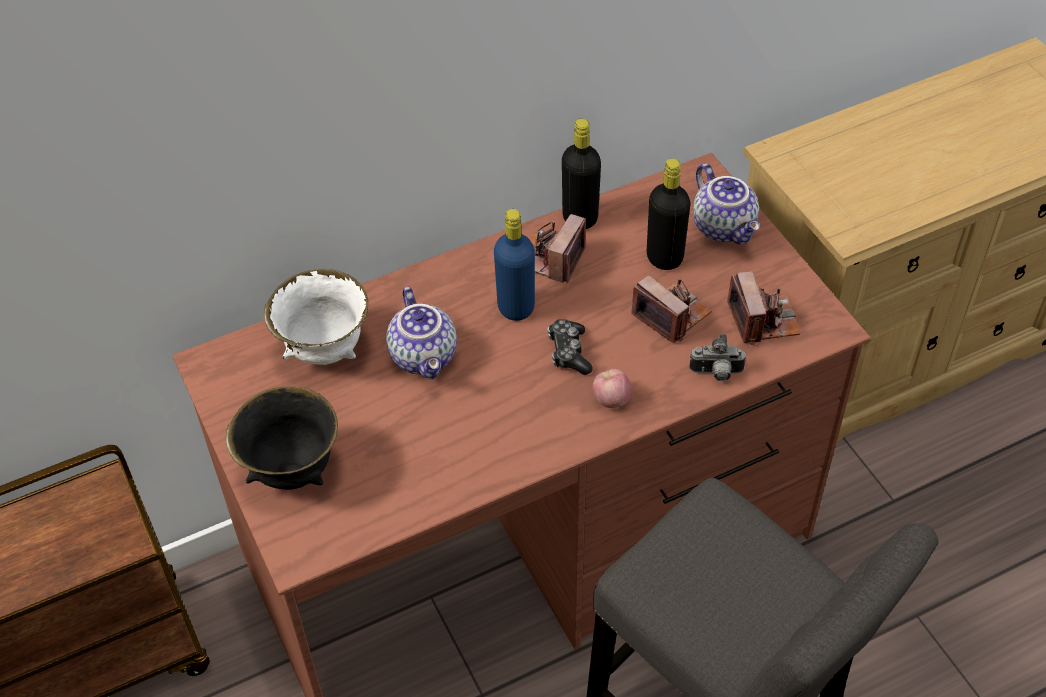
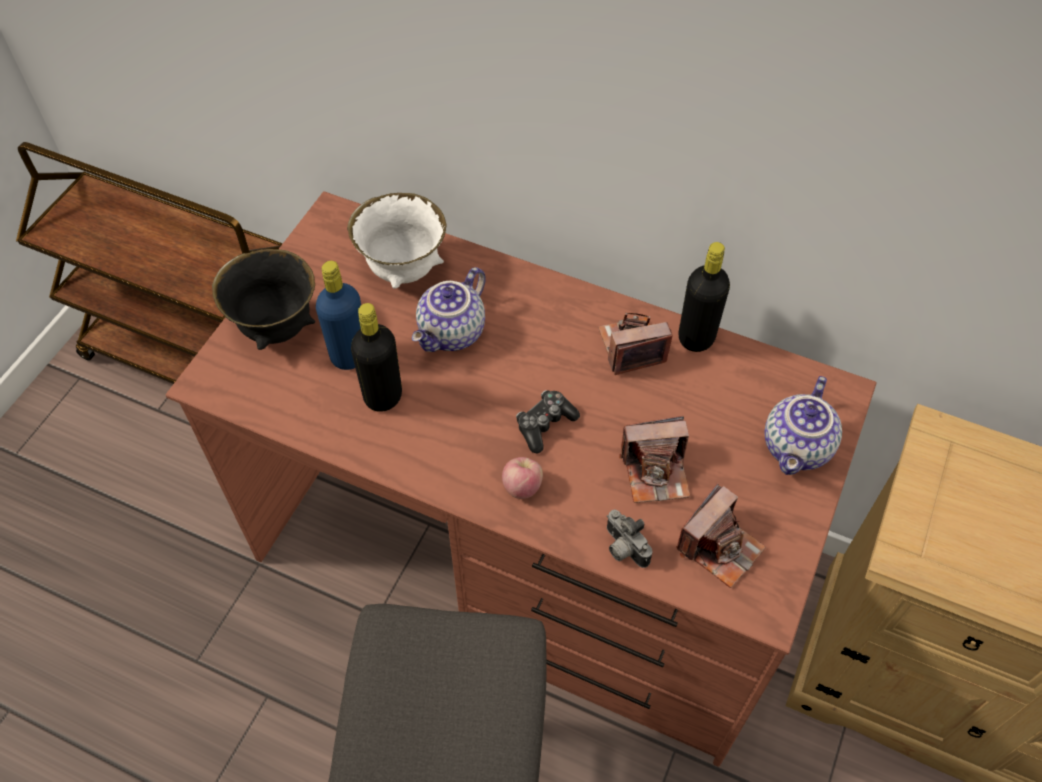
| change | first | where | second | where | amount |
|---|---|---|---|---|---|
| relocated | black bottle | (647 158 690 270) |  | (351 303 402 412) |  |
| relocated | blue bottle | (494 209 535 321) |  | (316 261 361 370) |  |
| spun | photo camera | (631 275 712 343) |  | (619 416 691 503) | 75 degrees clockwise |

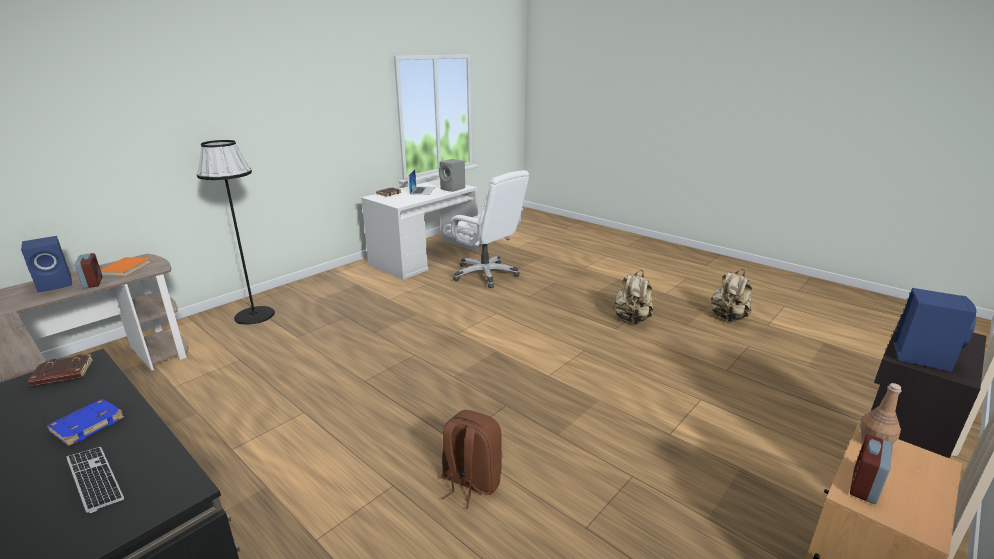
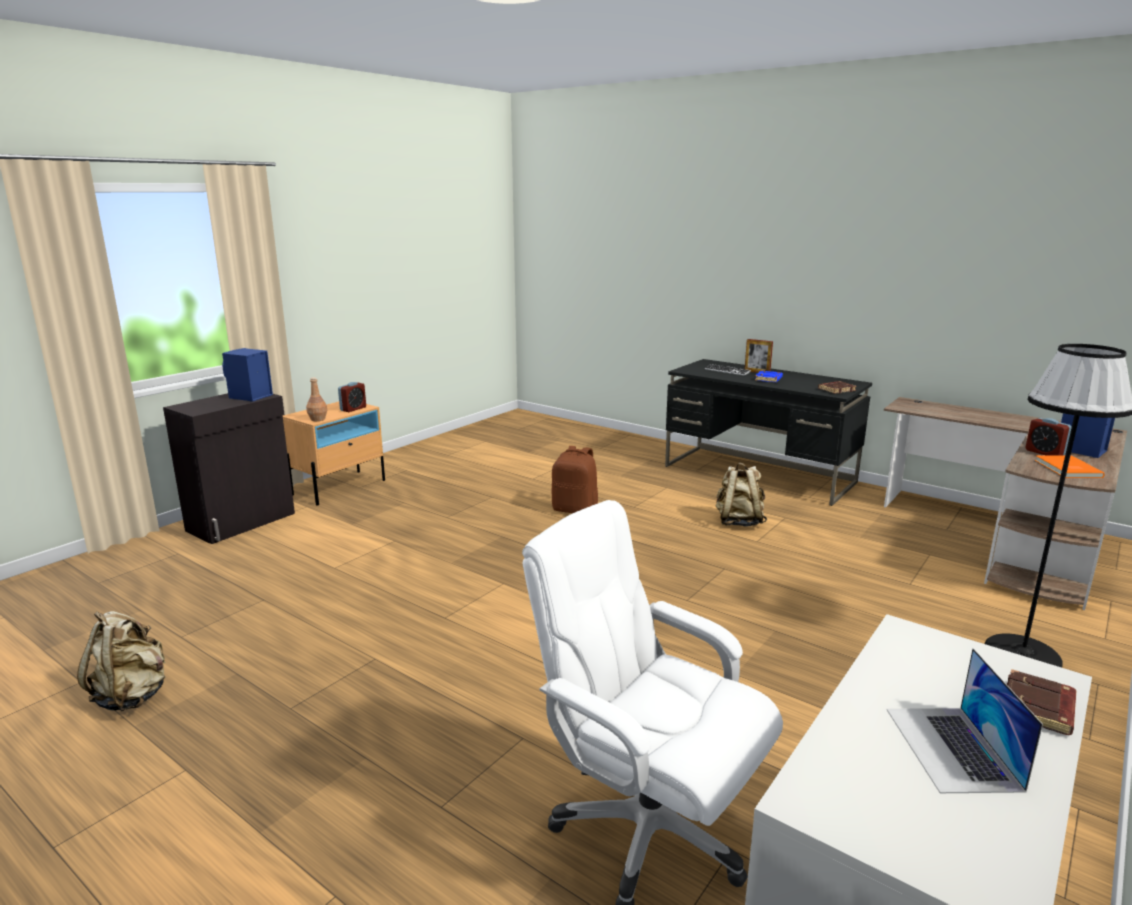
| change | first | where | second | where | amount |
|---|---|---|---|---|---|
| missing | grey speaker | (439 159 465 192) |  |  |  |
| relocated | beige backpack | (613 270 653 324) |  | (715 462 767 527) |  |
| appeared |  |  | picture frame | (745 339 773 373) |  |

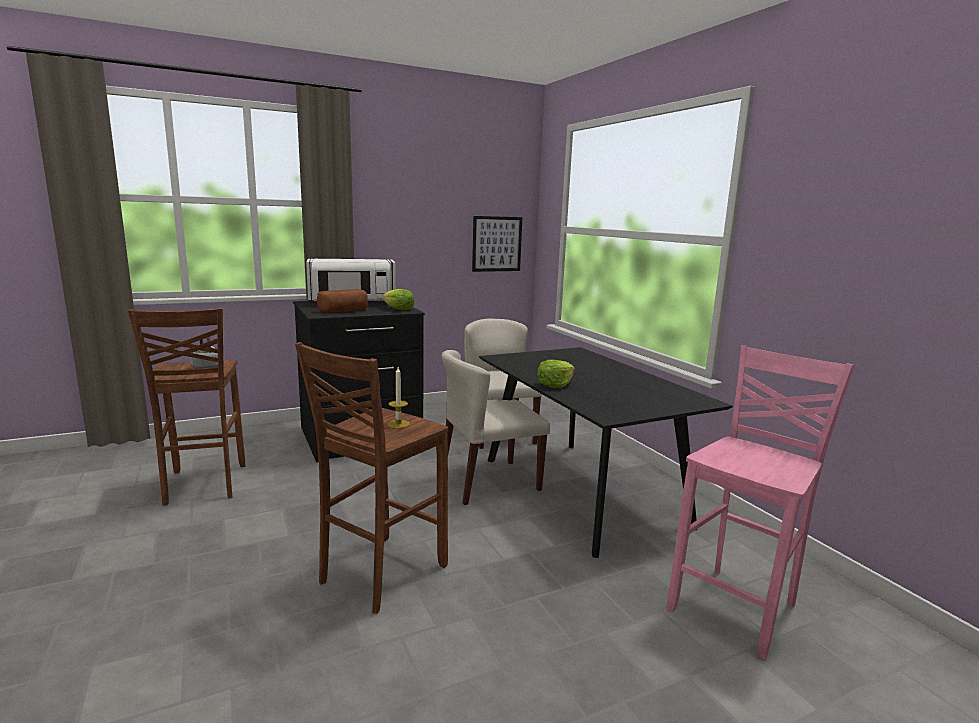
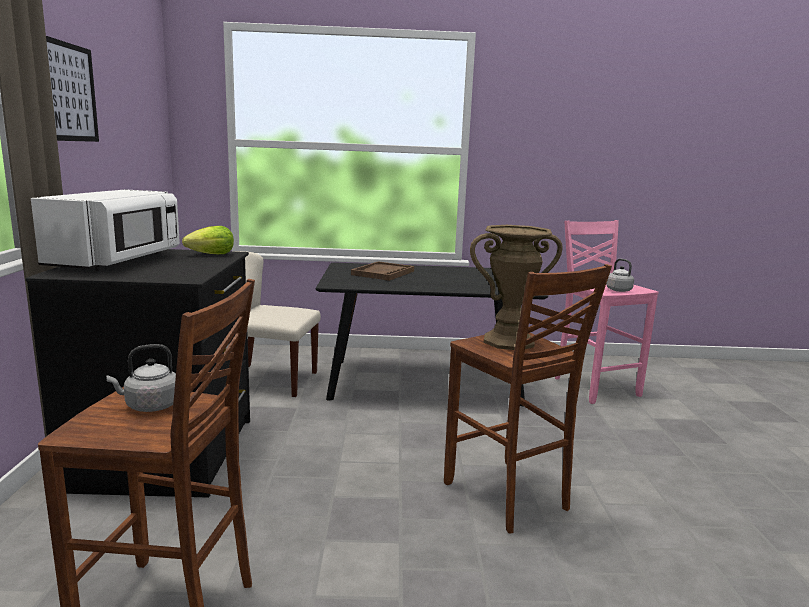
| change | first | where | second | where | amount |
|---|---|---|---|---|---|
| relocated | picture | (472 216 522 272) |  | (46 36 99 142) |  |
| missing | bread | (317 289 368 312) |  |  |  |
| missing | beige chair | (442 350 550 505) |  |  |  |
| missing | lettuce | (537 360 575 388) |  |  |  |
| exchanged | candle | (387 367 410 428) | brown vase | (470 225 563 350) |  |
| appeared |  |  | grey kettle | (606 259 634 292) |  |
| appeared |  |  | brown tray | (351 261 414 281) |  |

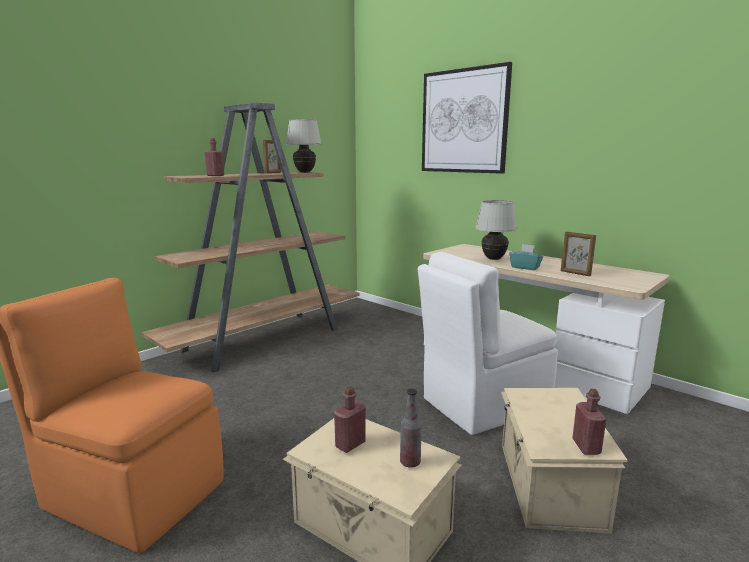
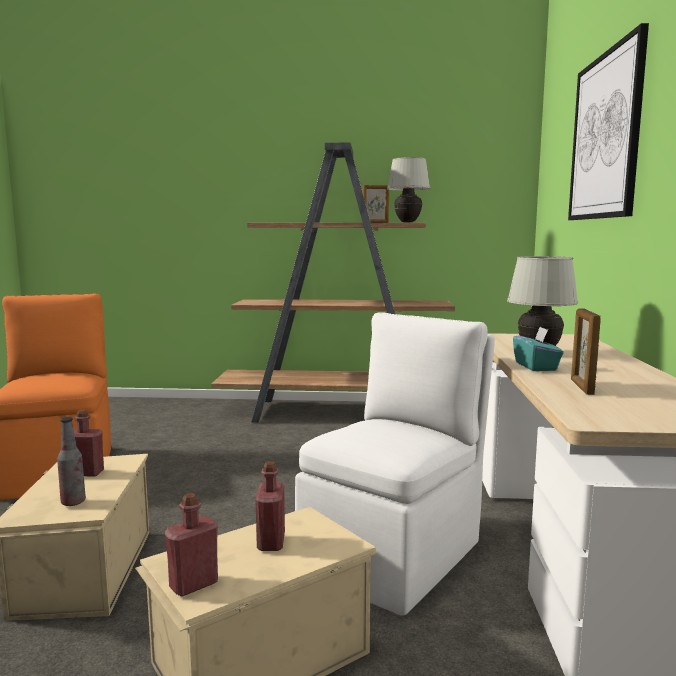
| change | first | where | second | where | amount |
|---|---|---|---|---|---|
| relocated | red bottle | (205 138 224 176) |  | (255 461 285 551) |  |
| spun | white chair | (418 252 558 435) |  | (295 312 495 616) | 105 degrees clockwise |

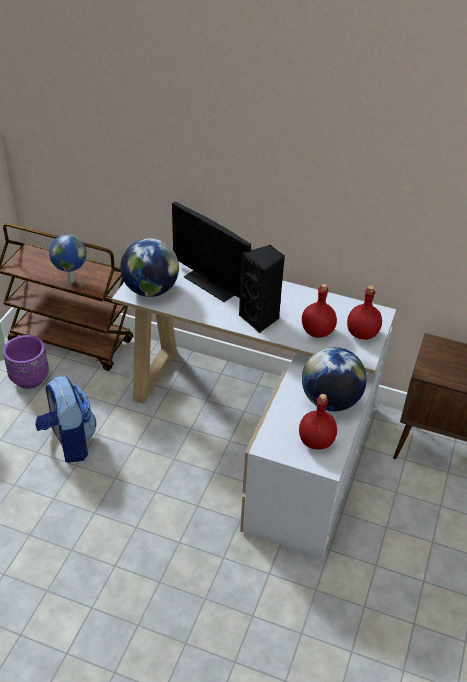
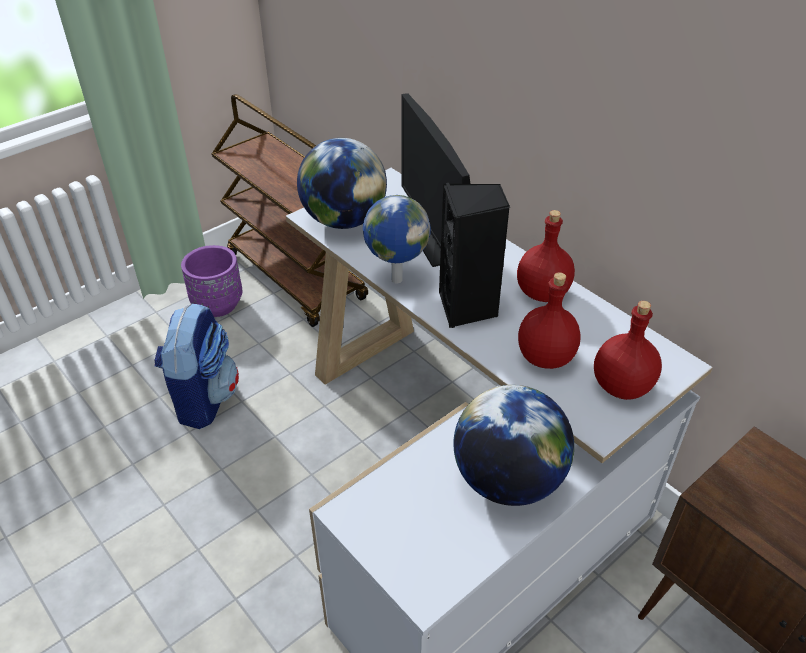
| change | first | where | second | where | amount |
|---|---|---|---|---|---|
| relocated | globe | (49 234 87 283) |  | (363 195 431 283) |  |
| relocated | red bottle | (299 394 337 450) |  | (517 210 575 302) |  |

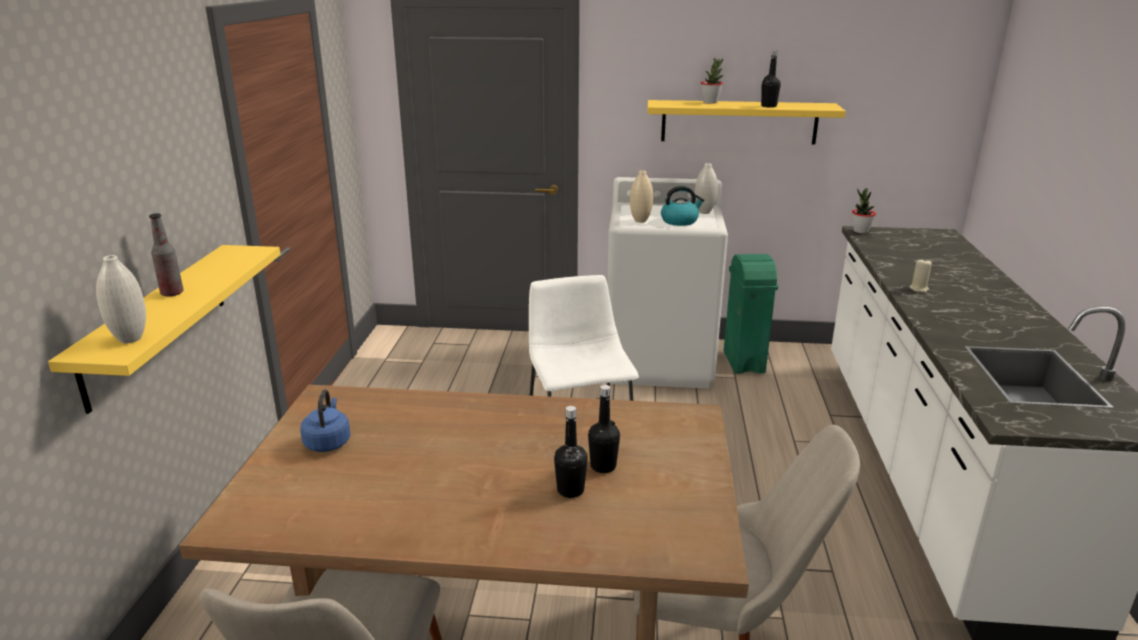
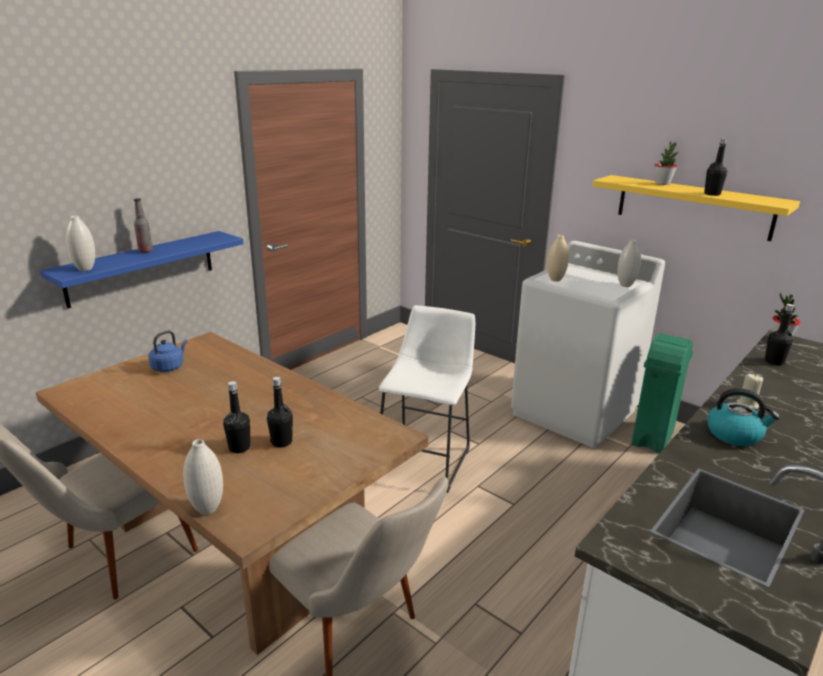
| change | first | where | second | where | amount |
|---|---|---|---|---|---|
| relocated | kettle | (661 186 705 226) |  | (707 388 780 446) |  |
| colour | yellow shelf | (48 245 281 414) | blue shelf | (40 231 243 309) |  |
| appeared |  |  | black bottle | (765 304 794 366) |  |
| appeared |  |  | white vase | (183 439 223 515) |  |

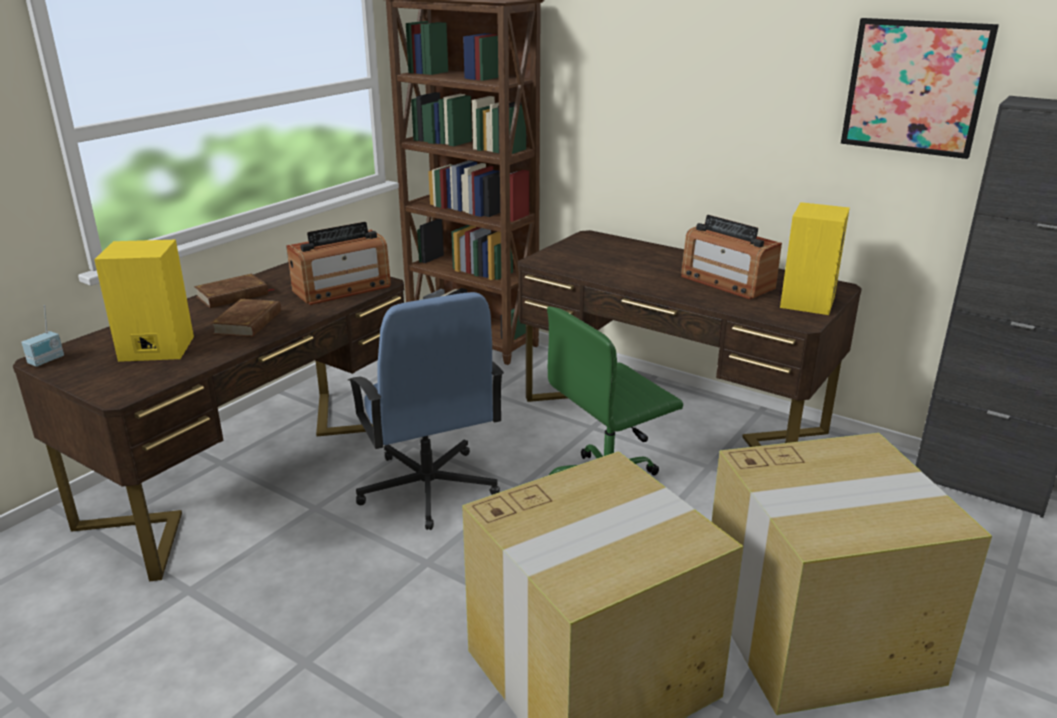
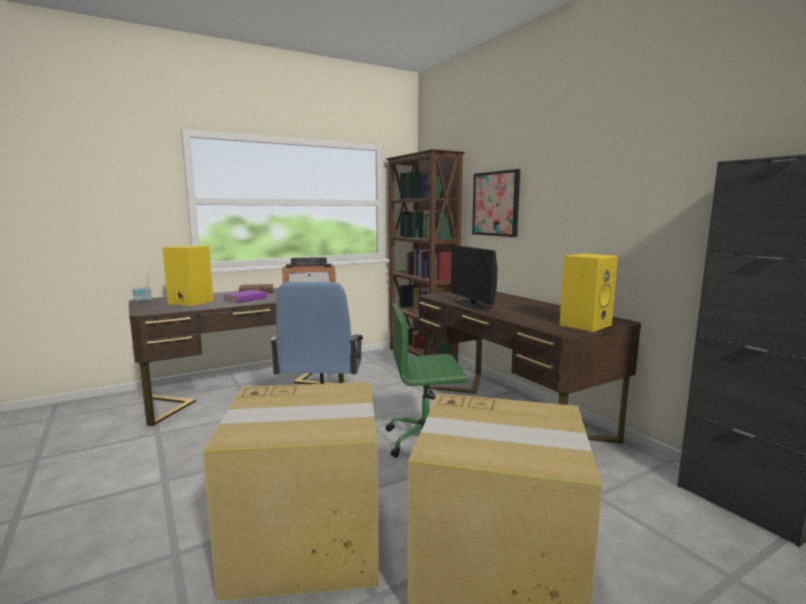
| change | first | where | second | where | amount |
|---|---|---|---|---|---|
| relocated | picture | (841 18 999 159) |  | (472 169 520 237) |  |
| missing | radio | (681 215 782 299) |  |  |  |
| colour | brown book | (210 299 281 337) | purple book | (222 290 267 303) |  |
| appeared |  |  | monitor | (451 245 497 310) |  |

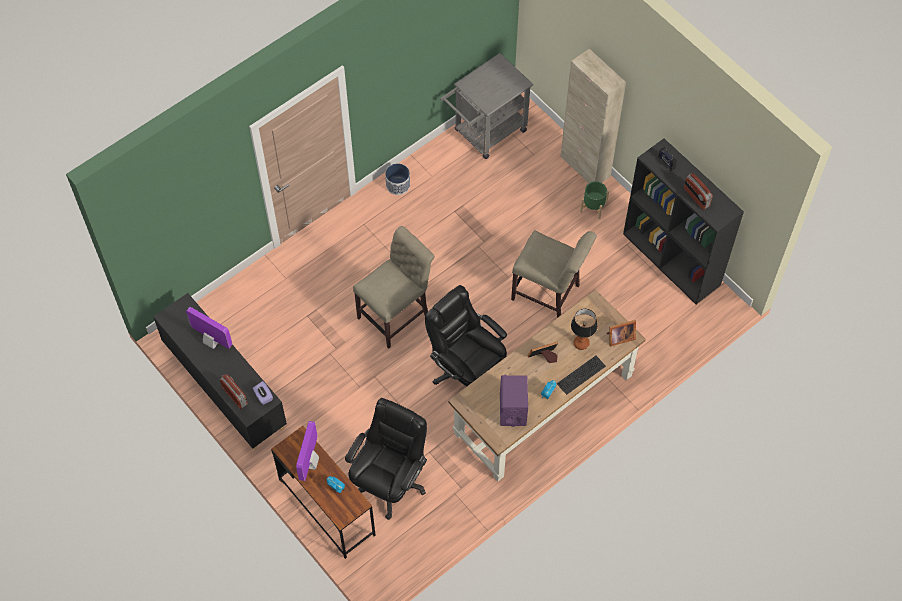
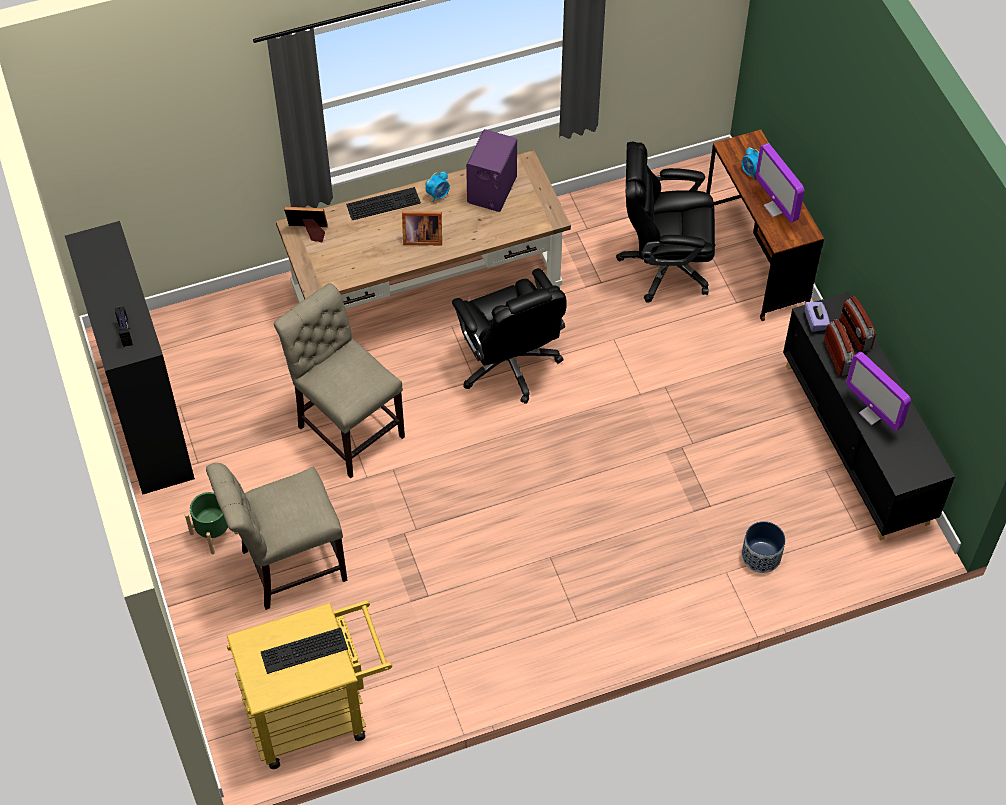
| change | first | where | second | where | amount |
|---|---|---|---|---|---|
| missing | beige cabinet | (560 49 626 183) |  |  |  |
| colour | grey cart | (440 53 533 159) | yellow cart | (227 601 392 769) |  |
| relocated | planter | (385 163 410 195) |  | (742 521 785 573) |  |
| relocated | radio | (684 173 713 210) |  | (824 319 855 376) |  |
| relocated | beige chair | (353 226 435 349) |  | (206 463 347 610) |  |
| missing | table lamp | (571 309 598 350) |  |  |  |
| spun | black office chair | (345 398 427 520) |  | (616 141 715 303) | 45 degrees clockwise |
| spun | monitor | (296 421 319 481) |  | (756 143 805 223) | 120 degrees clockwise |
| appeared |  |  | keyboard | (261 628 348 674) |  |

